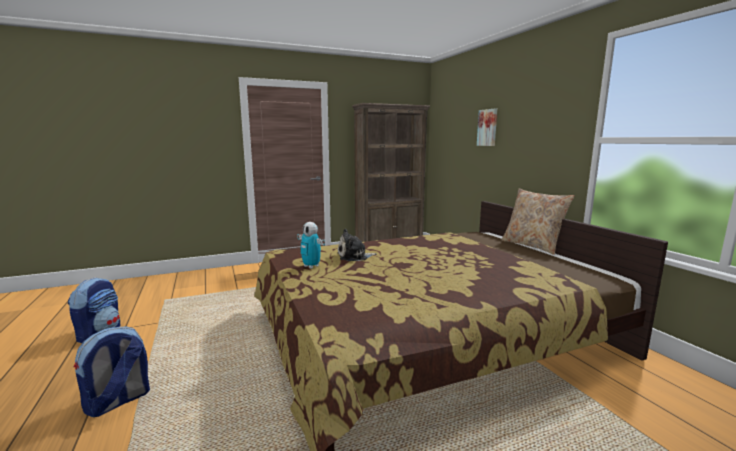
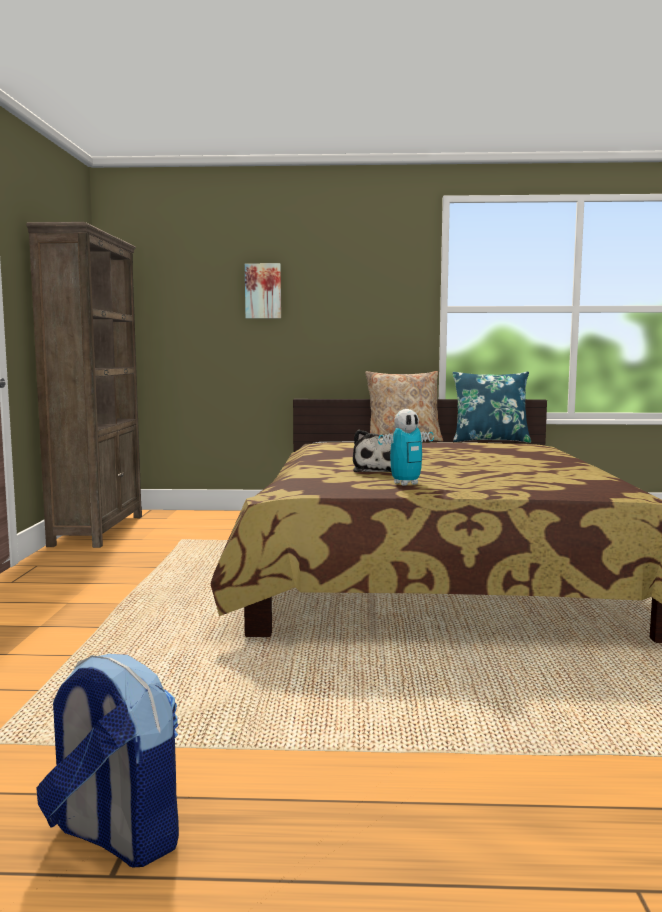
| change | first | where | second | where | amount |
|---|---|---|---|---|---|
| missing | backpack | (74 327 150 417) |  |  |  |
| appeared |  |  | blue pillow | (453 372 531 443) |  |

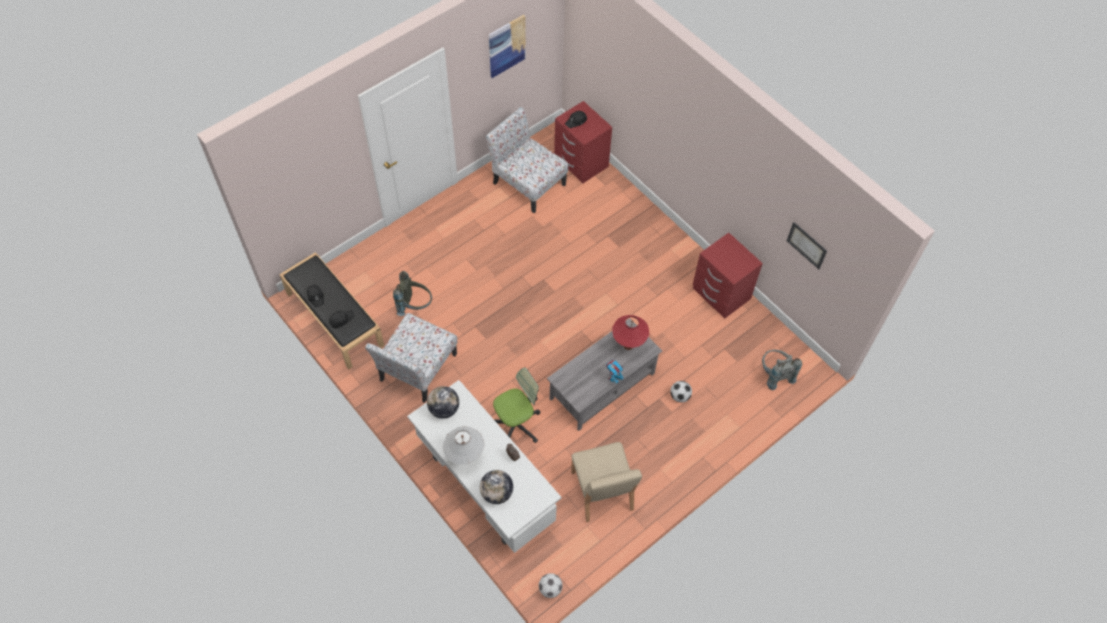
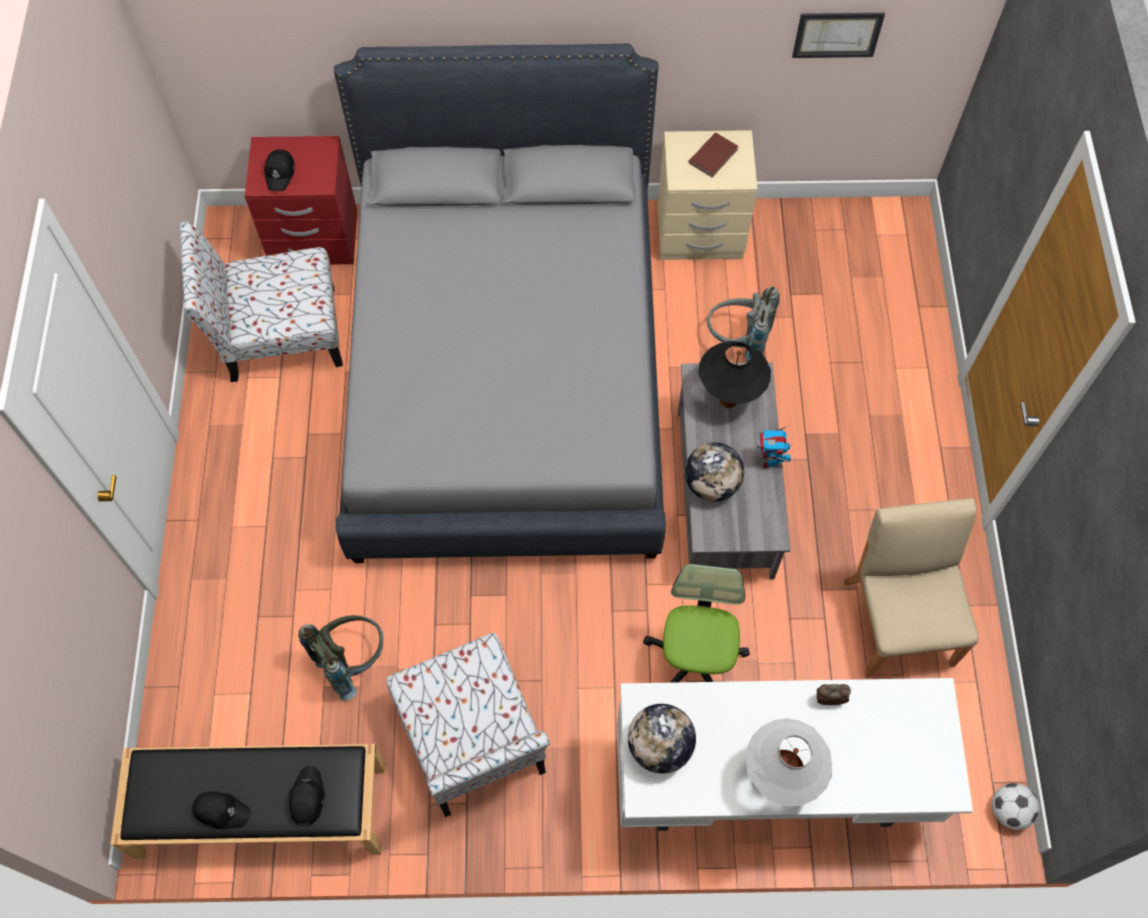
| change | first | where | second | where | amount |
|---|---|---|---|---|---|
| missing | picture | (489 15 526 78) |  |  |  |
| colour | red nightstand | (693 233 763 319) | beige nightstand | (657 130 757 260) |  |
| colour | red table lamp | (612 315 649 350) | black table lamp | (698 341 771 408) |  |
| relocated | grey backpack | (762 350 802 390) |  | (707 286 780 363) |  |
| missing | football | (670 381 692 402) |  |  |  |
| spun | beige chair | (571 442 642 522) |  | (843 498 979 677) | 120 degrees counterclockwise |
| relocated | globe | (480 470 513 504) |  | (685 442 744 502) |  |
| appeared |  |  | grey bed | (334 44 666 563) |  |
| appeared |  |  | brown book | (688 132 738 177) |  |

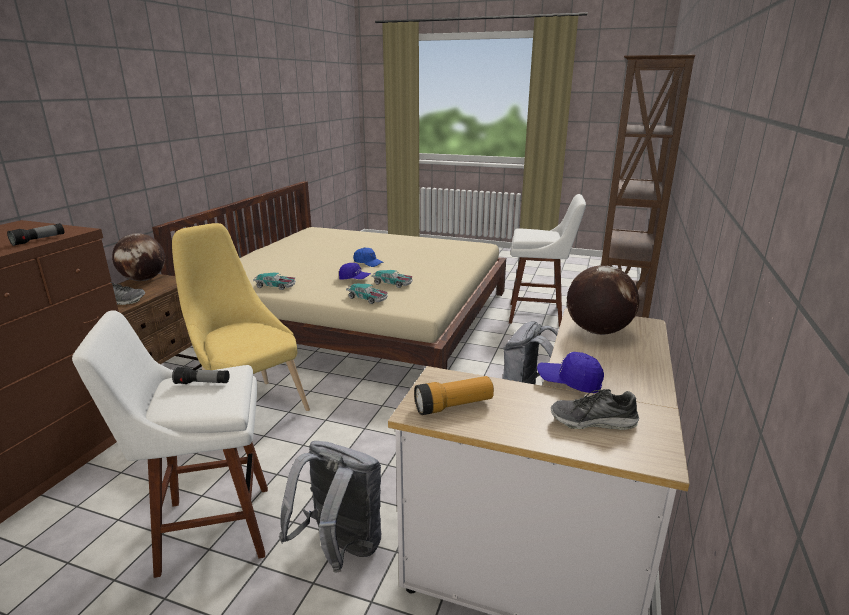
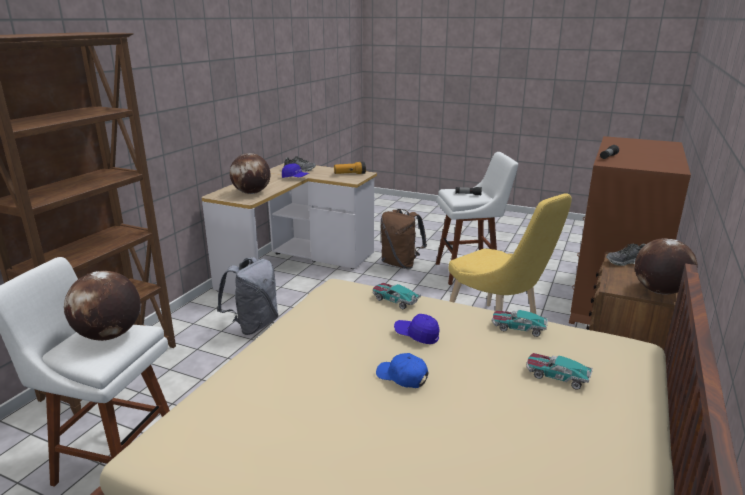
| change | first | where | second | where | amount |
|---|---|---|---|---|---|
| relocated | toy car | (372 270 413 288) |  | (526 353 593 390) |  |
| colour | grey backpack | (279 441 381 572) | brown backpack | (381 209 427 269) |  |
| appeared |  |  | globe | (64 271 141 341) |  |

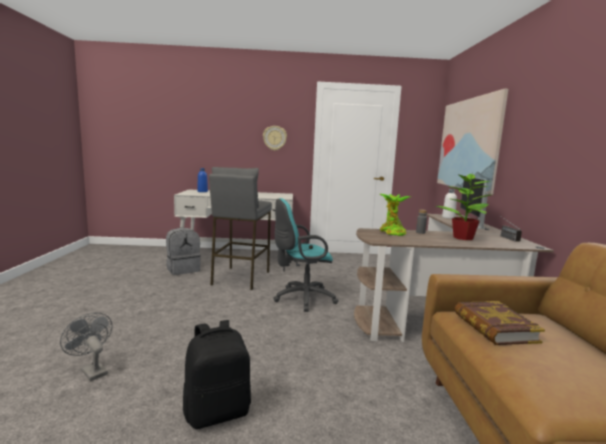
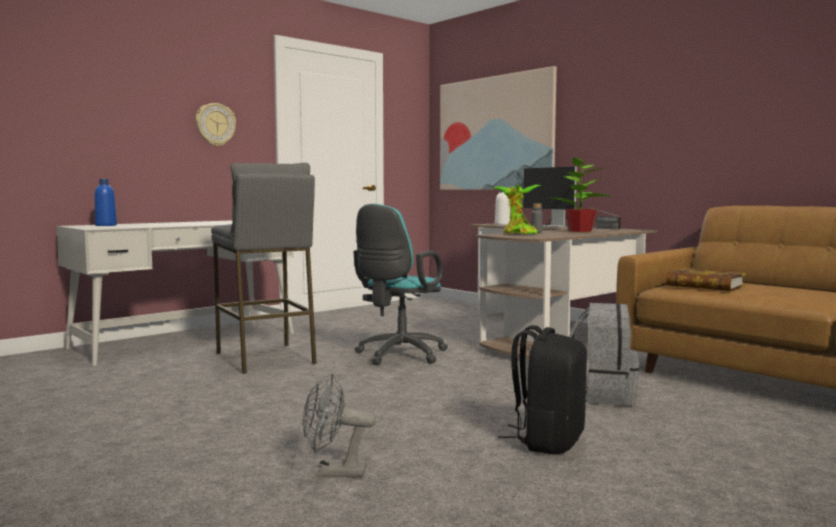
| change | first | where | second | where | amount |
|---|---|---|---|---|---|
| relocated | grey backpack | (166 228 201 275) |  | (568 303 639 406) |  |

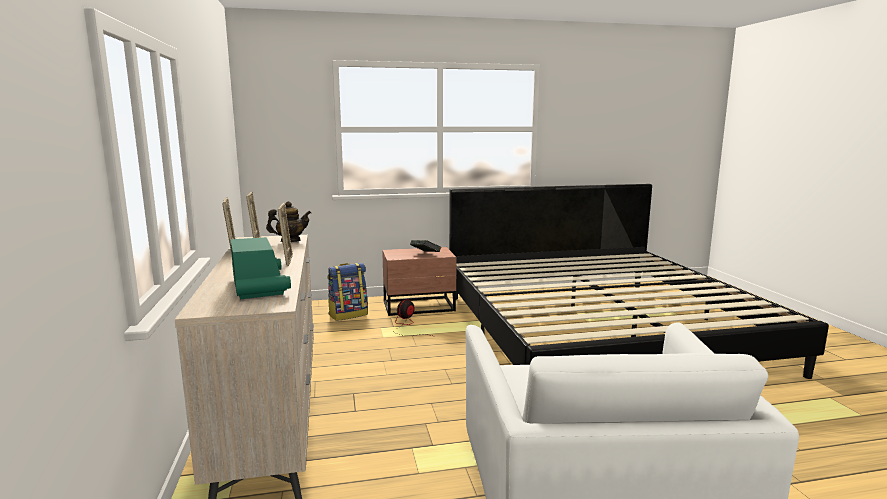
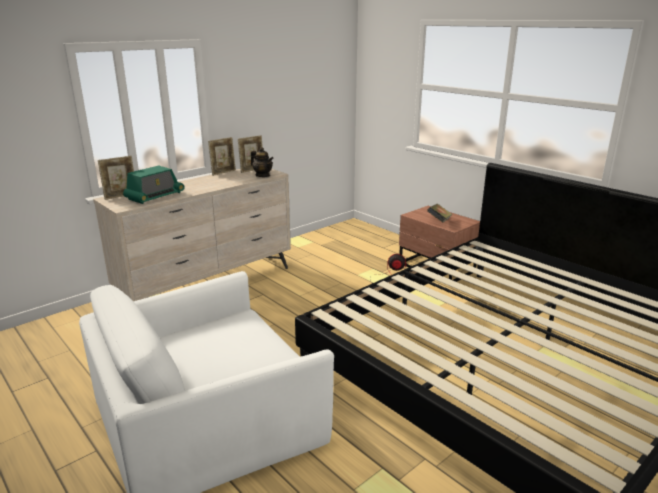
| change | first | where | second | where | amount |
|---|---|---|---|---|---|
| relocated | picture frame | (278 203 293 266) |  | (98 156 134 200) |  |
| missing | backpack | (328 263 368 321) |  |  |  |

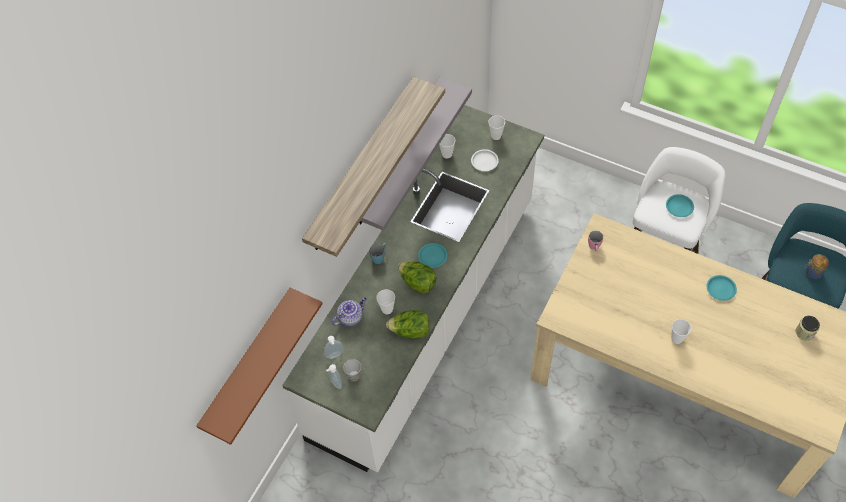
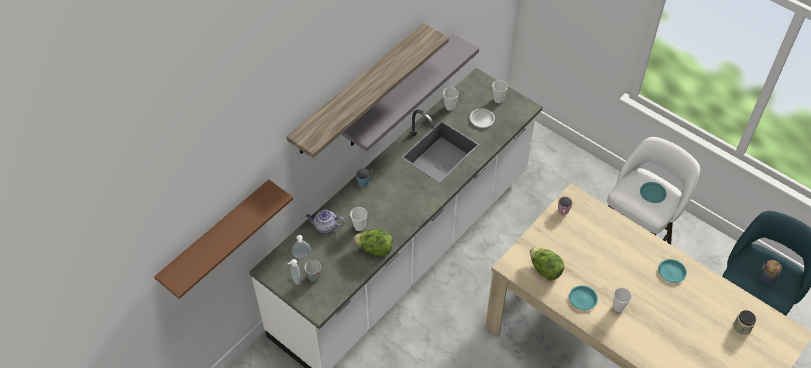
| change | first | where | second | where | amount |
|---|---|---|---|---|---|
| relocated | turquoise plate | (418 243 447 268) |  | (569 285 598 310) |  |
| relocated | lettuce | (398 262 437 293) |  | (530 248 565 280) |  |
| spun | teapot | (332 297 367 326) |  | (306 210 345 233) | 150 degrees counterclockwise |

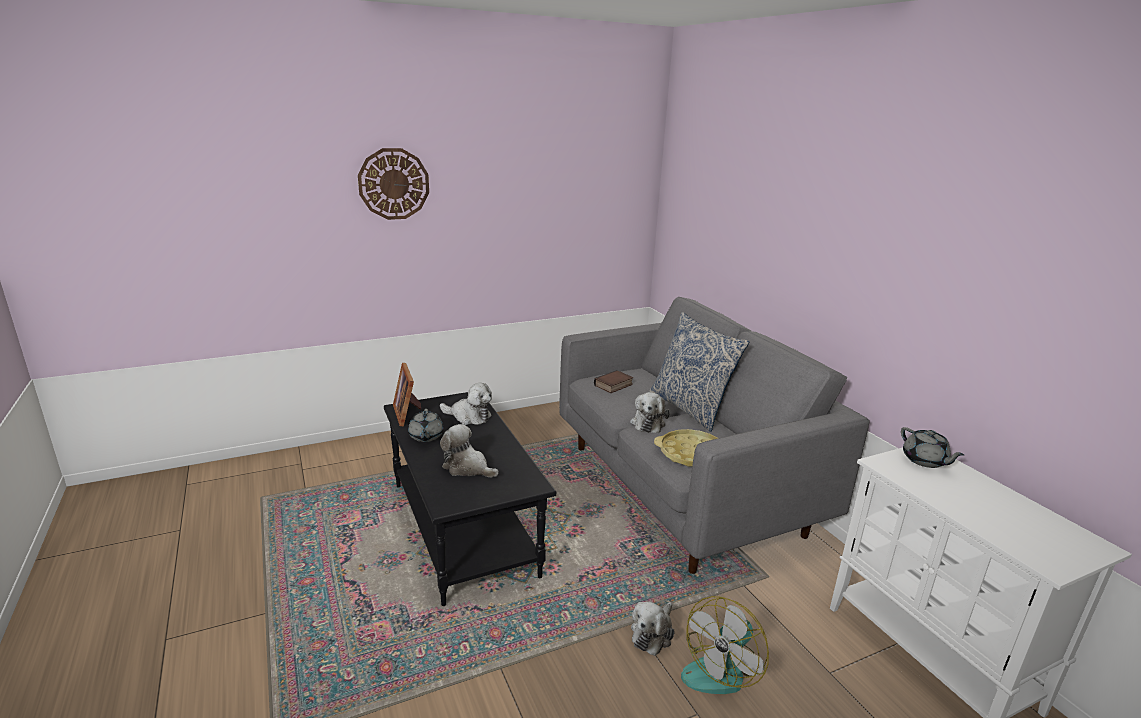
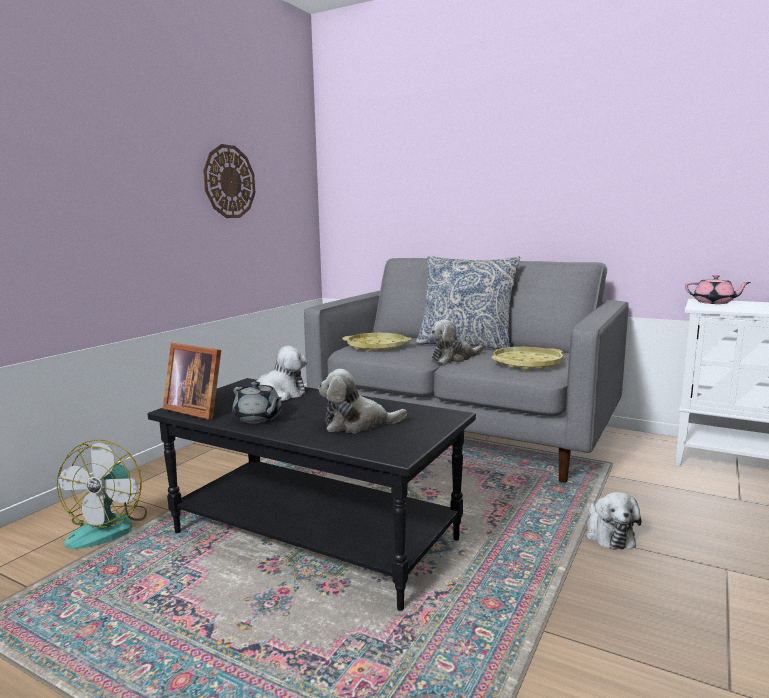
| change | first | where | second | where | amount |
|---|---|---|---|---|---|
| relocated | wall clock | (358 148 429 220) |  | (203 144 255 218) |  |
| exchanged | book | (594 370 633 393) | yellow tray | (342 333 411 352) |  |
| spun | plush toy | (630 392 670 433) |  | (430 320 483 363) | 90 degrees clockwise |
| colour | grey teapot | (901 427 965 468) | pink teapot | (685 275 751 304) |  |
| relocated | fan | (681 596 769 694) |  | (57 439 147 549) |  |

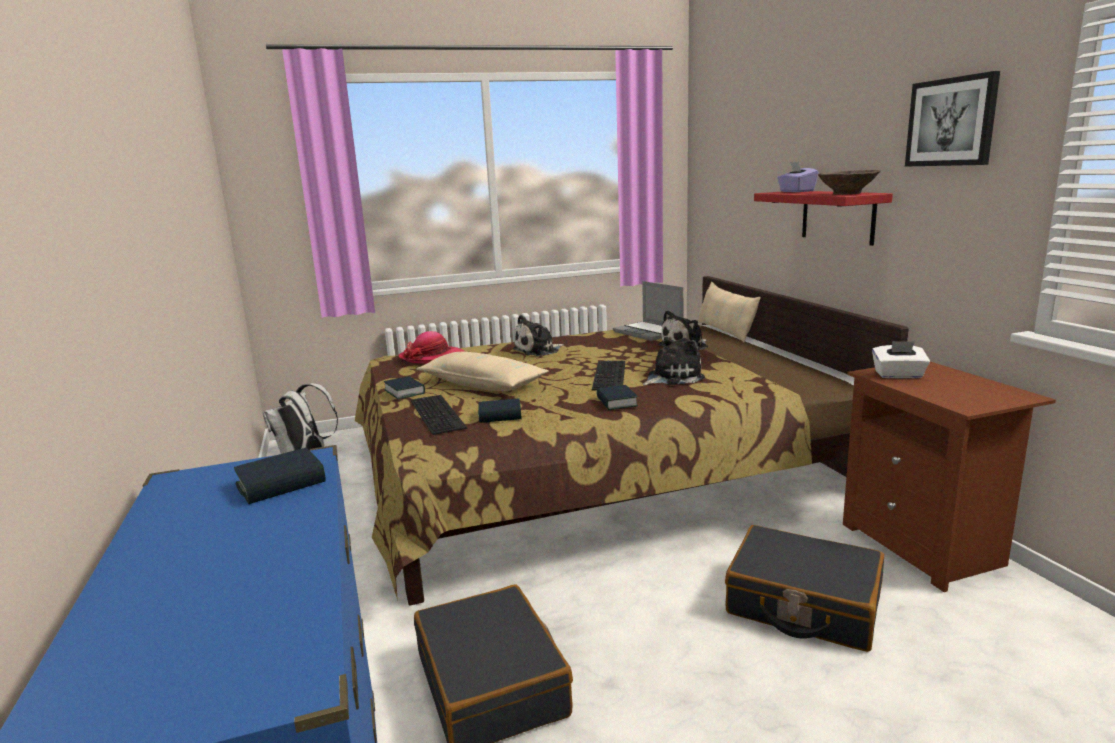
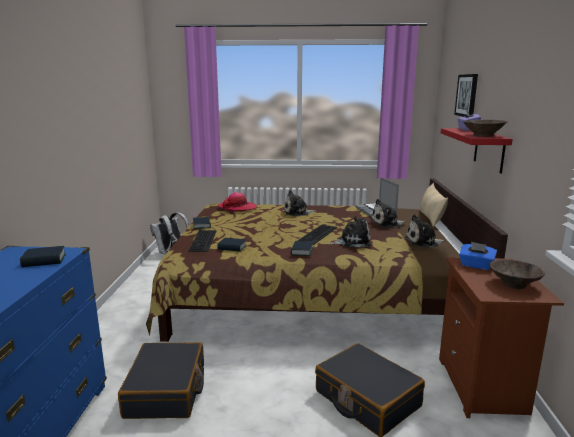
| change | first | where | second | where | amount |
|---|---|---|---|---|---|
| relocated | picture | (905 71 1000 167) |  | (454 74 478 117) |  |
| colour | white tissue box | (872 341 930 378) | blue tissue box | (459 242 497 270) |  |
| missing | beige pillow | (416 352 549 391) |  |  |  |
| appeared |  |  | plush toy | (405 214 445 247) |  |
| appeared |  |  | brown bowl | (489 259 546 289) |  |

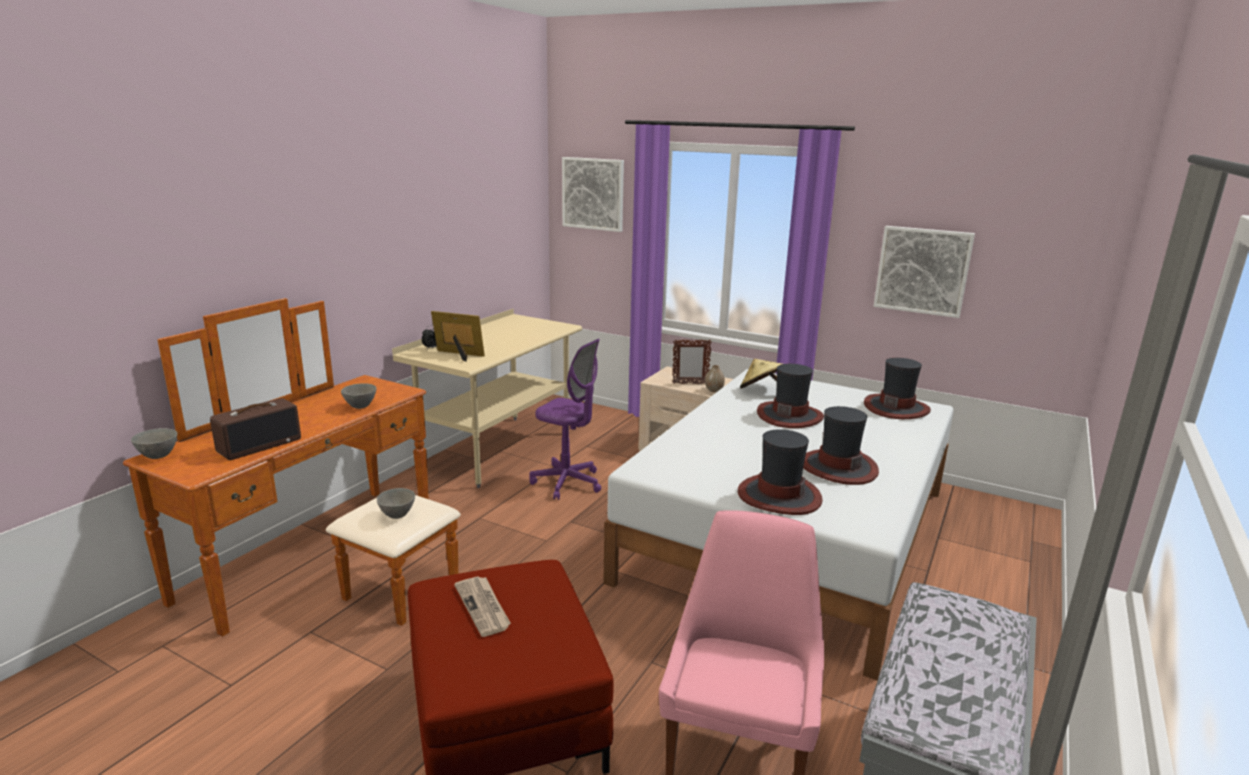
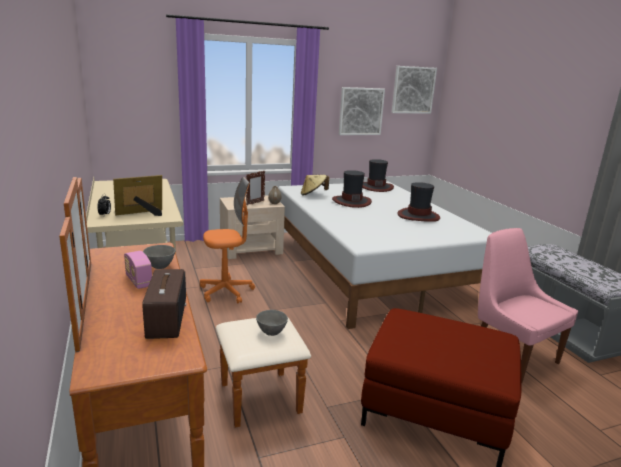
| change | first | where | second | where | amount |
|---|---|---|---|---|---|
| relocated | picture | (562 157 624 232) |  | (391 66 437 114) |  |
| colour | purple office chair | (529 339 601 500) | orange office chair | (200 177 255 304) |  |
| missing | grey bowl | (131 428 177 459) |  |  |  |
| missing | hat | (738 429 823 515) |  |  |  |
| missing | newspaper | (454 576 511 637) |  |  |  |
| appeared |  |  | radio | (124 251 152 289) |  |

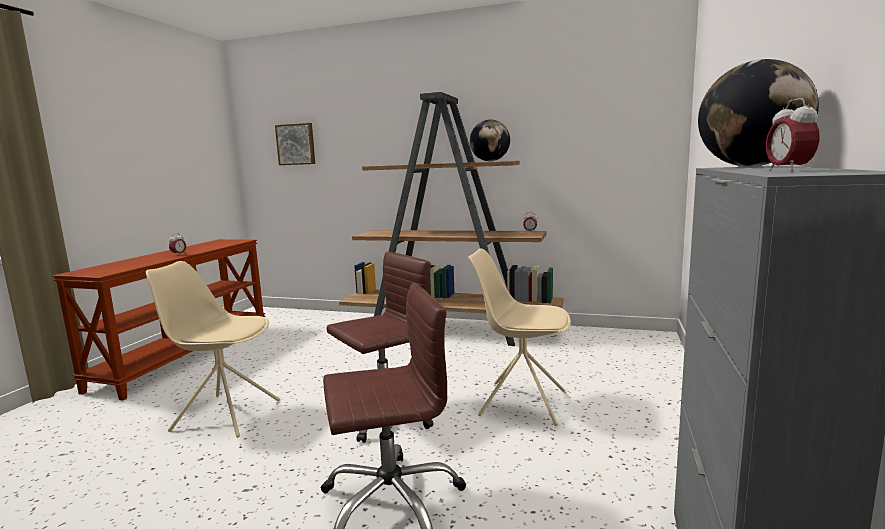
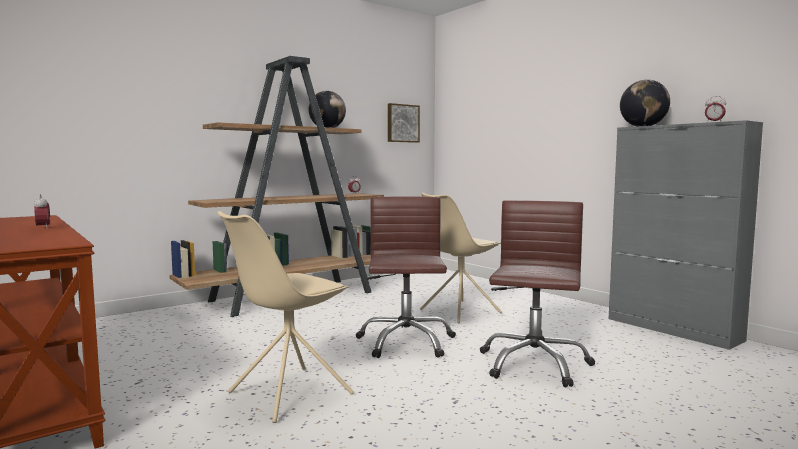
| change | first | where | second | where | amount |
|---|---|---|---|---|---|
| relocated | picture | (275 123 315 165) |  | (388 103 420 143) |  |

